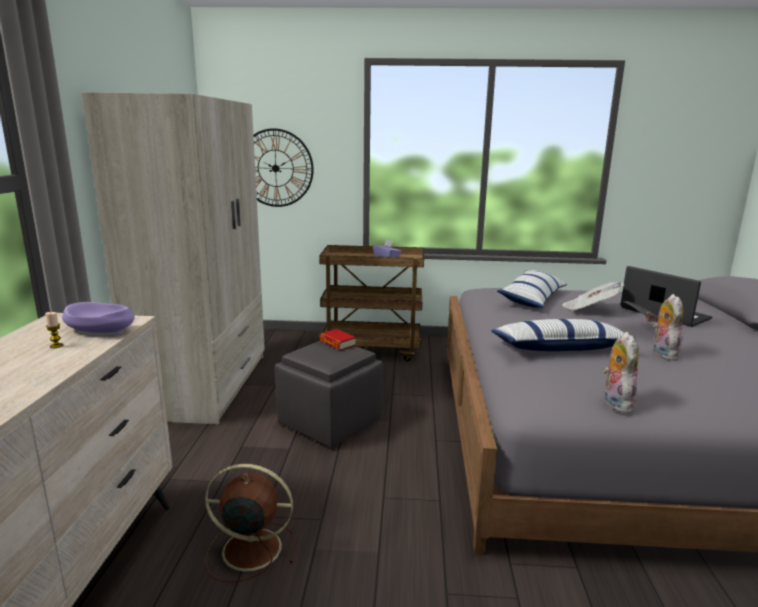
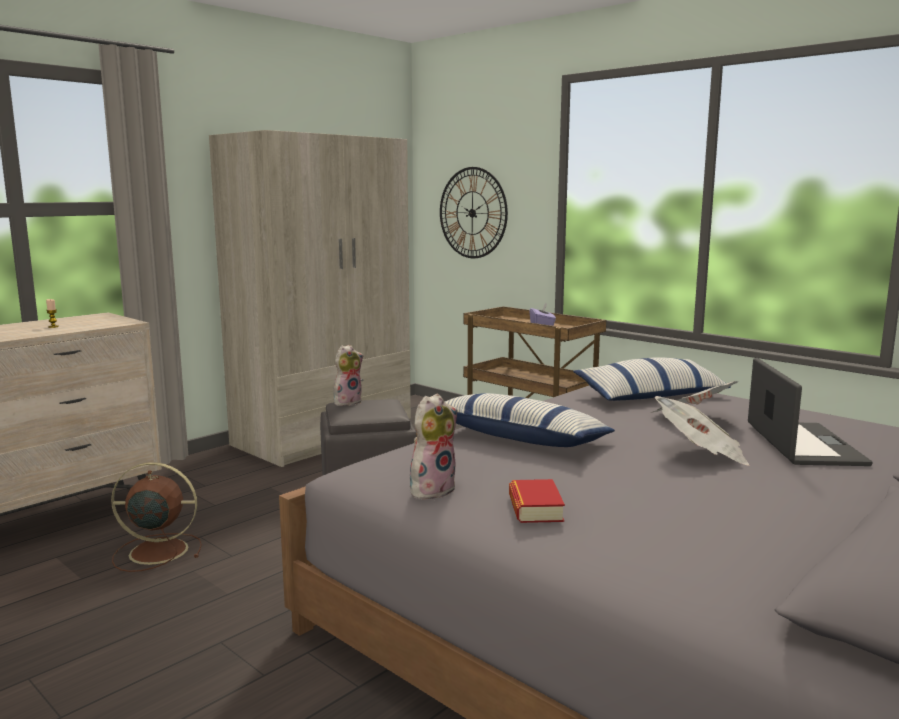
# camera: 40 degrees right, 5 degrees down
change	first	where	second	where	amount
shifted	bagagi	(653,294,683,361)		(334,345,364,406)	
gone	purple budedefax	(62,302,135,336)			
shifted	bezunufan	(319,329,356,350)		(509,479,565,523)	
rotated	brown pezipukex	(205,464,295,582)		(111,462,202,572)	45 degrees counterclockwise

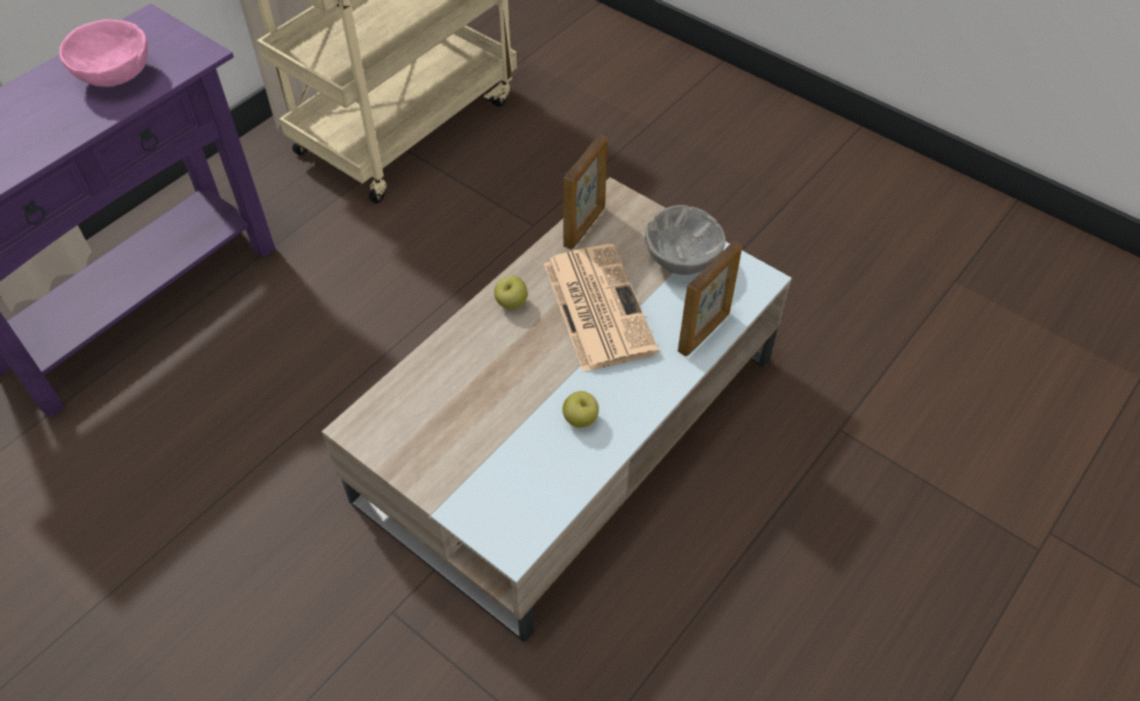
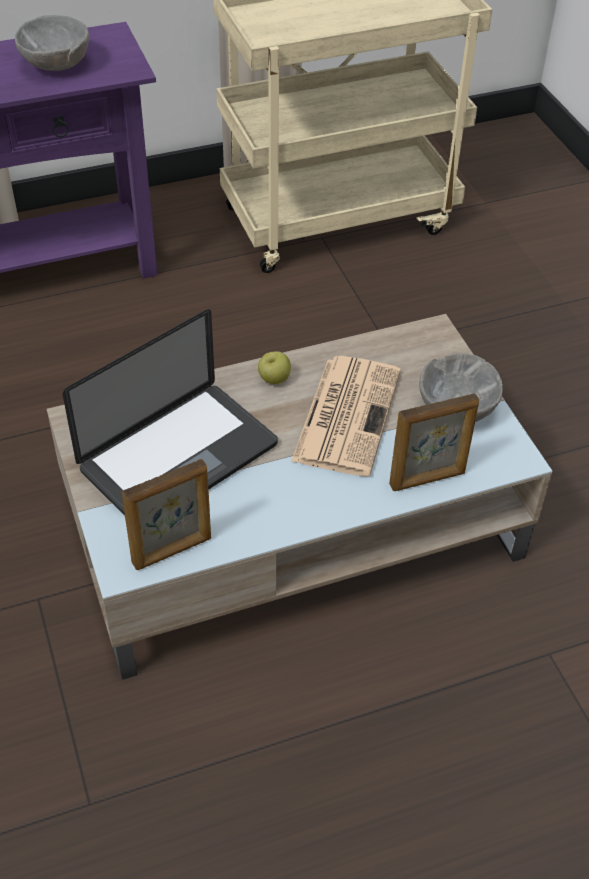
# camera: 30 degrees right, 5 degrees down
change	first	where	second	where	amount
repainted	pink budedefax	(59,19,148,87)	grey budedefax	(15,15,89,71)	
shifted	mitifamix	(563,135,607,250)		(122,459,211,570)	
gone	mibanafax	(562,391,599,428)			
new			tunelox	(62,309,278,516)	

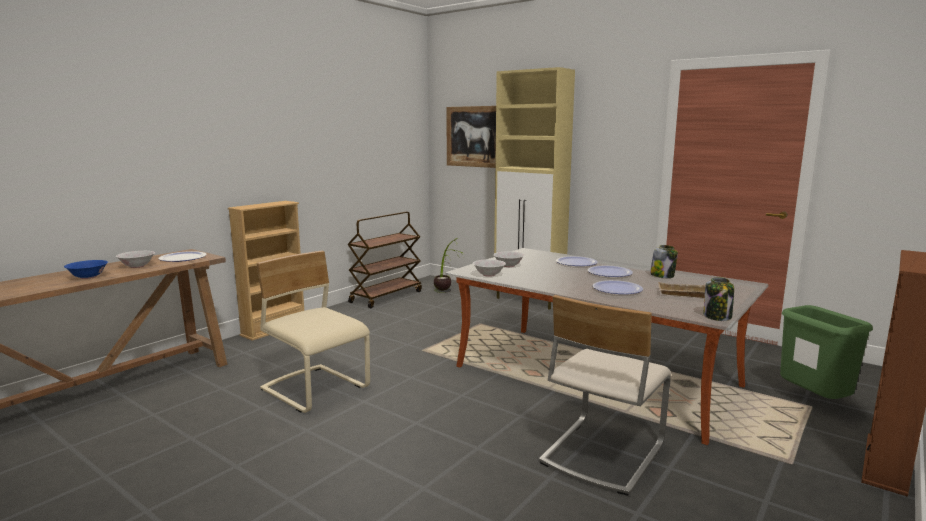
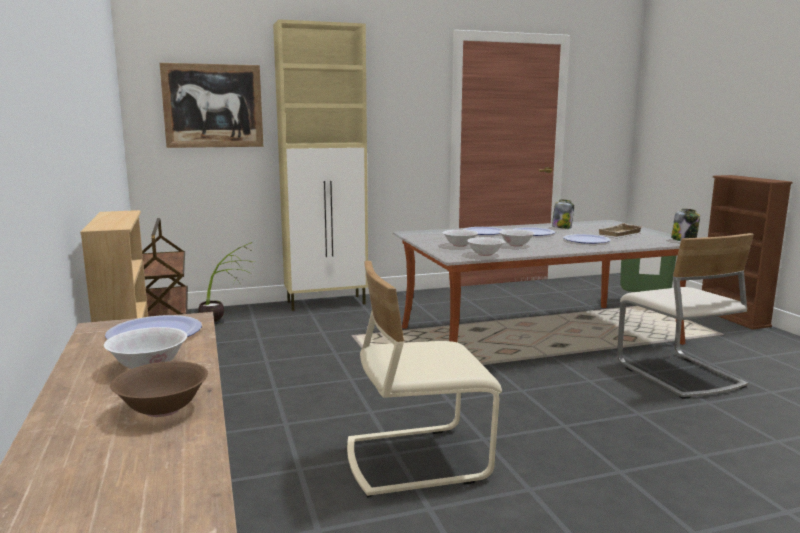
# camera: 55 degrees left, 0 degrees up
change	first	where	second	where	amount
repainted	blue budedefax	(64,260,108,279)	brown budedefax	(110,361,208,417)	
new			white budedefax	(499,229,535,246)	

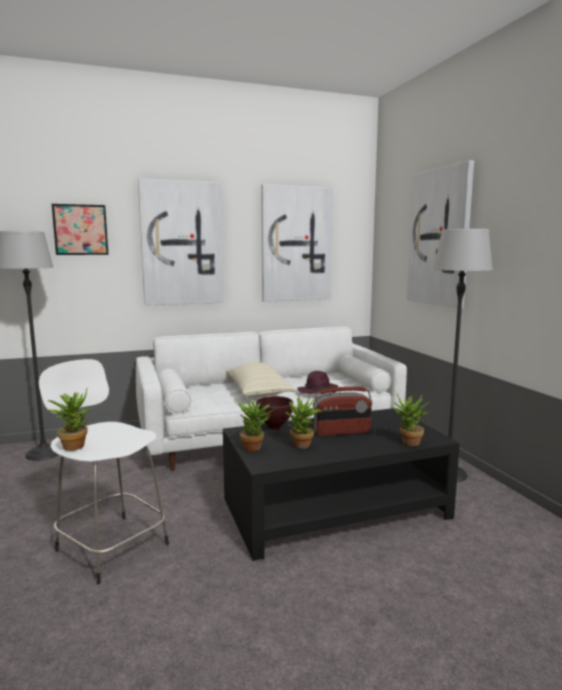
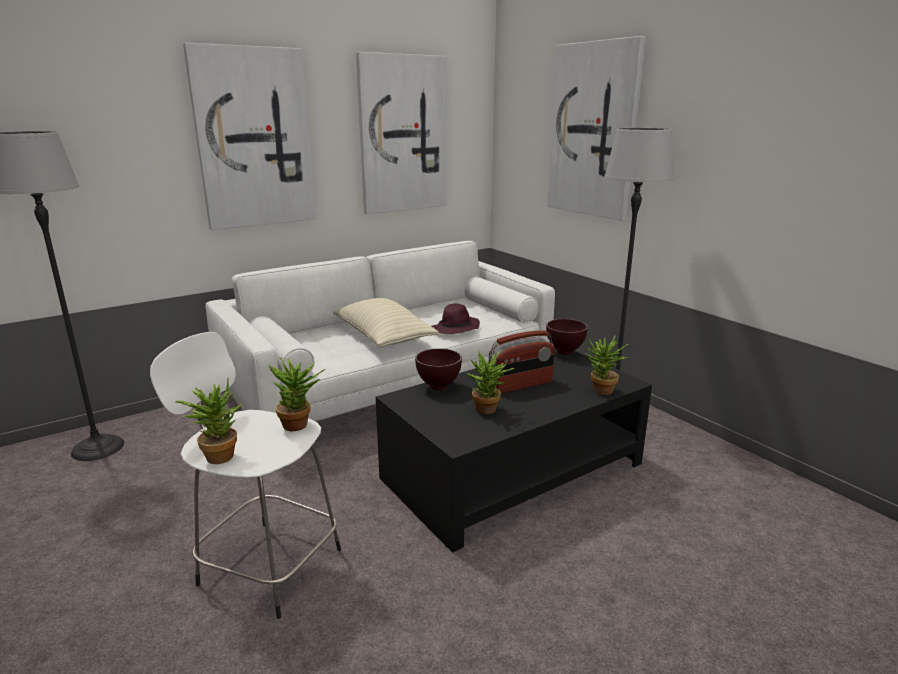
# camera: 15 degrees left, 10 degrees up
change	first	where	second	where	amount
gone	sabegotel	(52,204,109,255)			
shifted	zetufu	(238,398,275,452)		(267,357,326,431)	
new			brown budedefax	(546,319,588,355)	

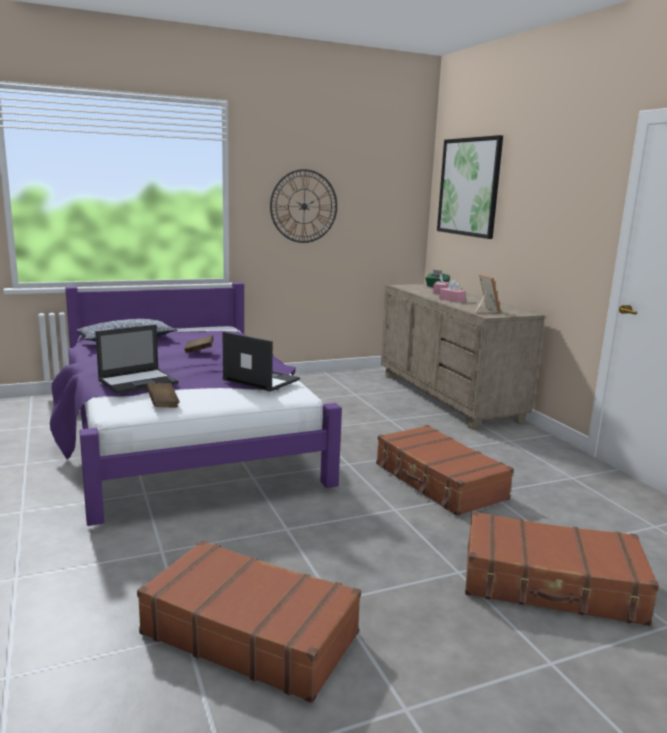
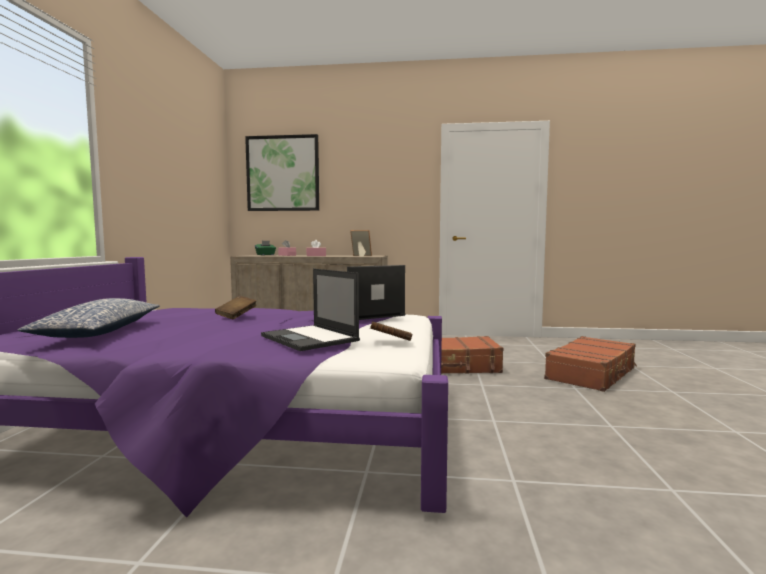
# camera: 60 degrees left, 10 degrees down
change	first	where	second	where	amount
gone	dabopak	(270,169,337,243)			
rotated	tunelox	(95,325,179,394)		(261,269,360,351)	150 degrees clockwise
gone	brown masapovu	(137,540,361,703)			

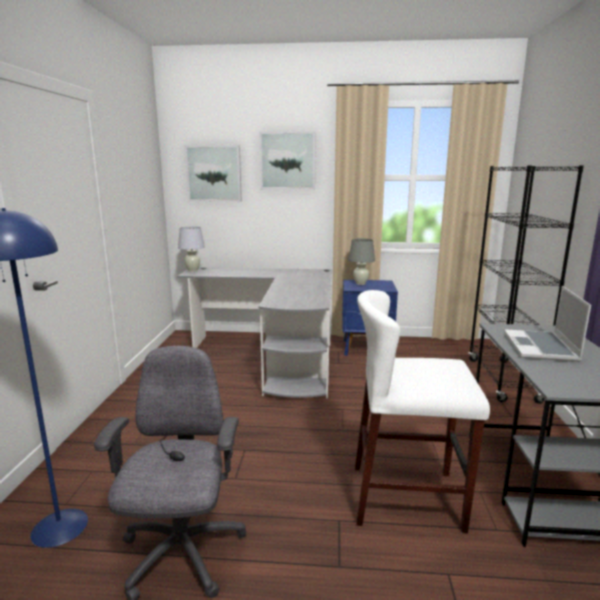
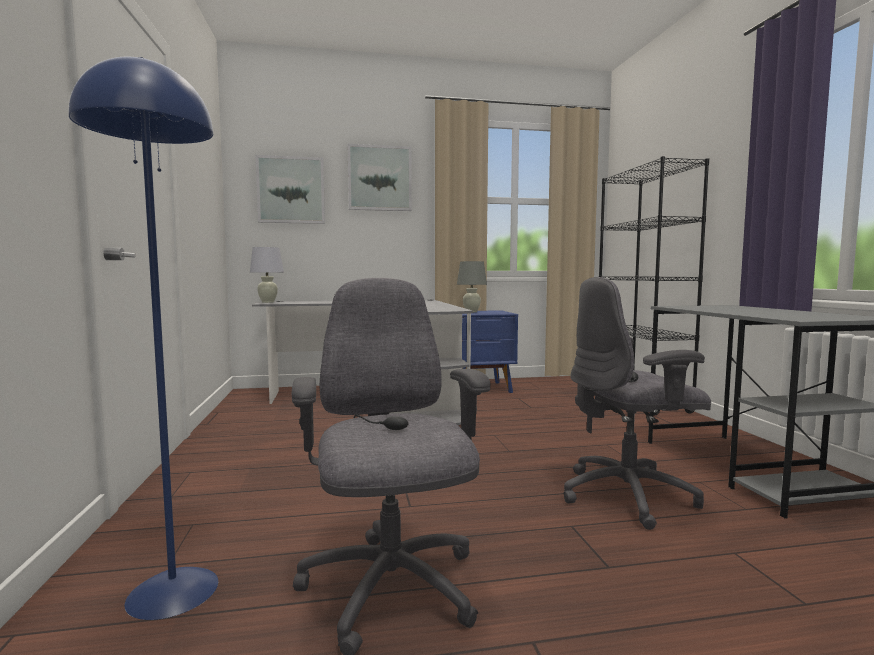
# camera: 15 degrees left, 10 degrees down
change	first	where	second	where	amount
gone	tunelox	(504,286,591,362)			
swapped	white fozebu	(355,290,490,533)	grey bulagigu	(563,277,711,530)	

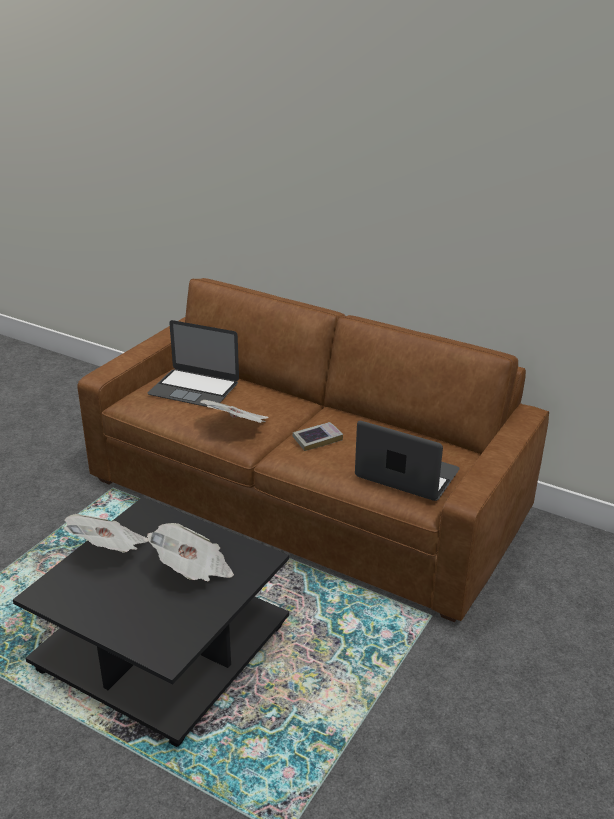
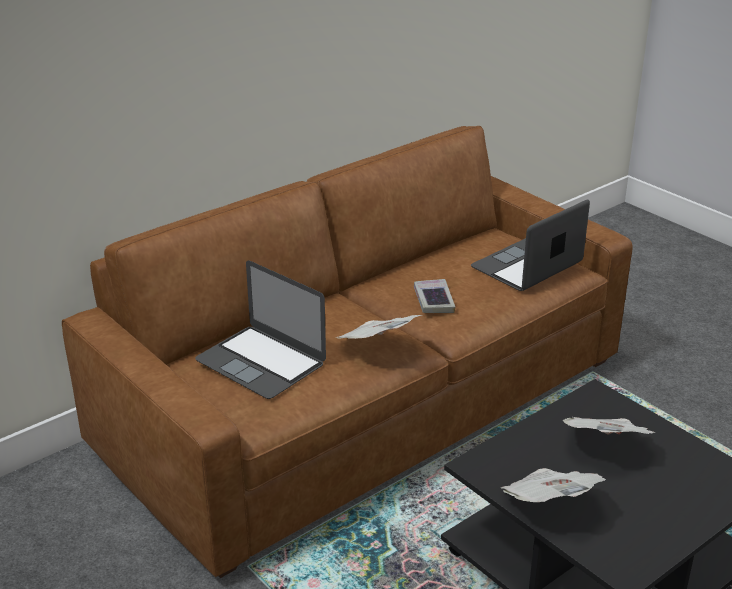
# camera: 70 degrees left, 0 degrees up
change	first	where	second	where	amount
rotated	tunelox	(148,320,239,407)		(195,261,326,399)	90 degrees clockwise

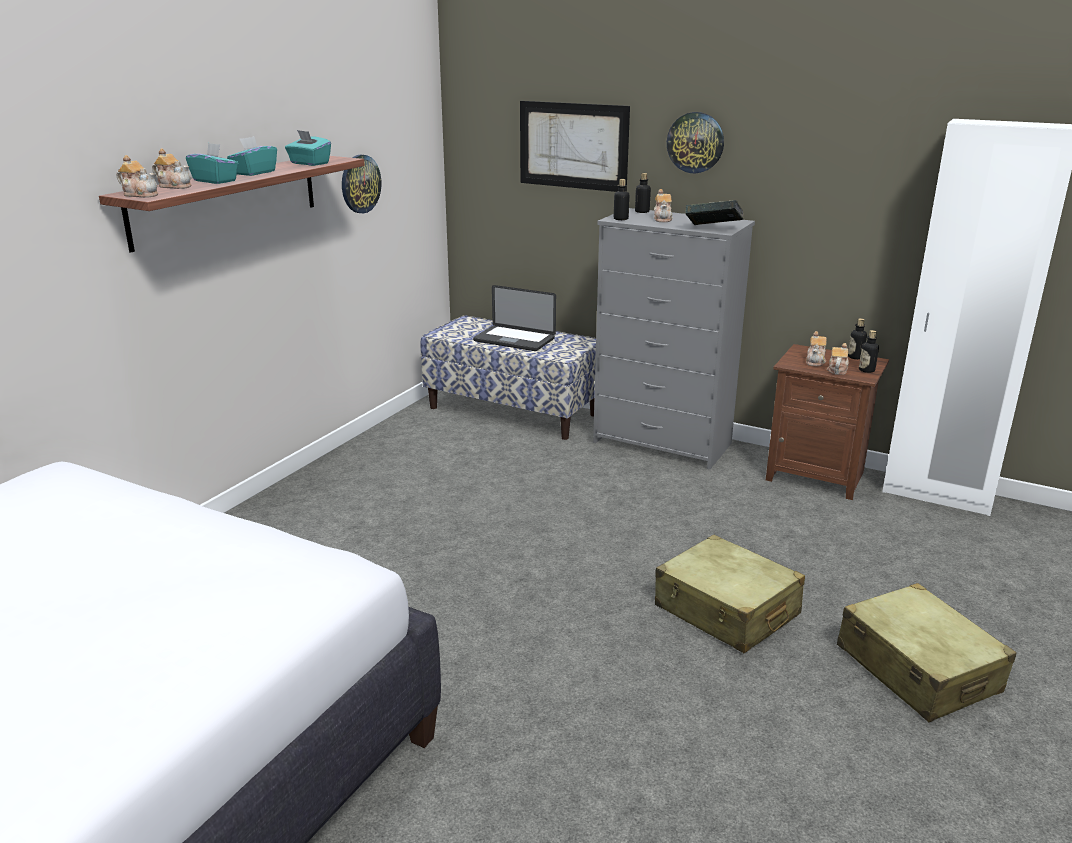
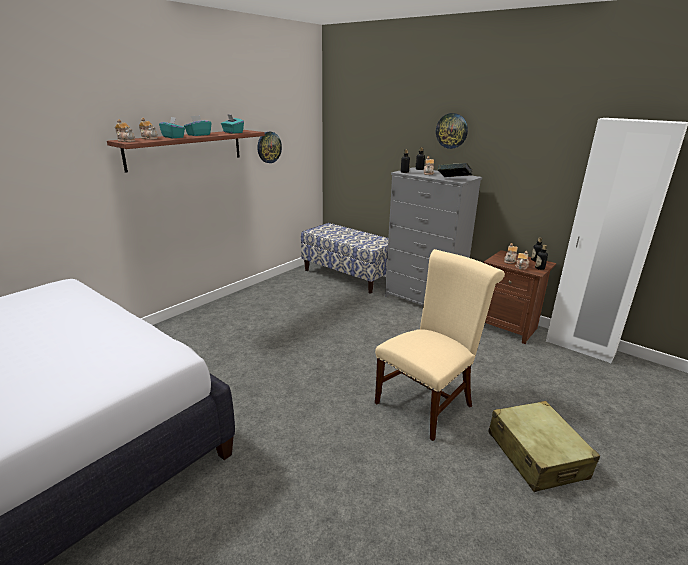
# camera: 10 degrees right, 0 degrees up
change	first	where	second	where	amount
gone	sabegotel	(520,101,630,192)			
gone	tunelox	(473,285,556,351)			
swapped	beige masapovu	(655,534,805,653)	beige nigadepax	(375,249,505,441)	

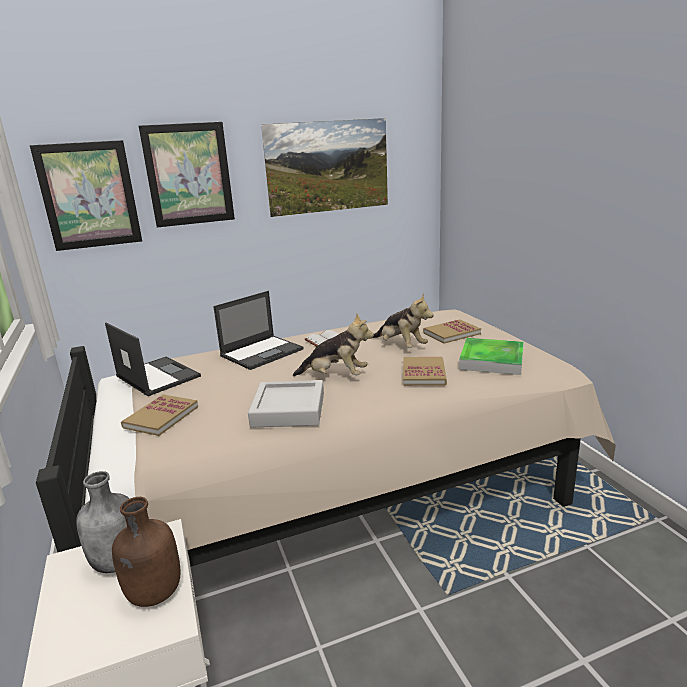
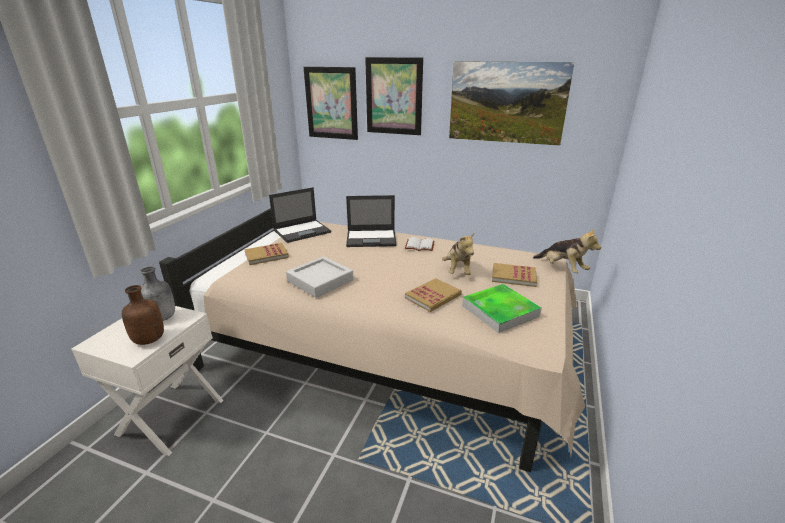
# camera: 40 degrees right, 5 degrees up
change	first	where	second	where	amount
shifted	bagagi	(293,314,374,376)		(533,228,601,273)	
rotated	tunelox	(105,323,201,396)		(269,187,331,243)	60 degrees clockwise

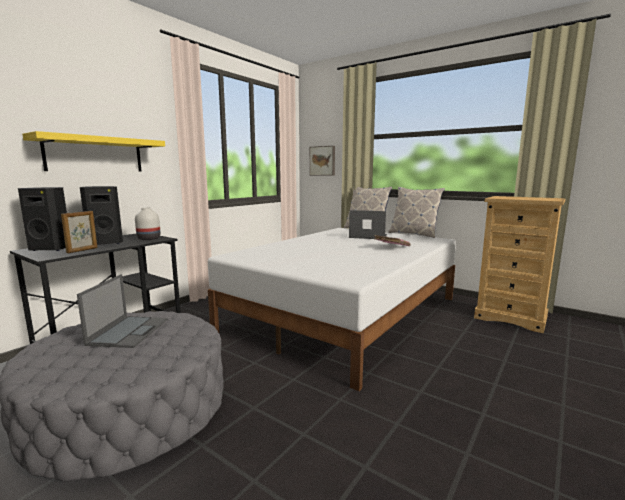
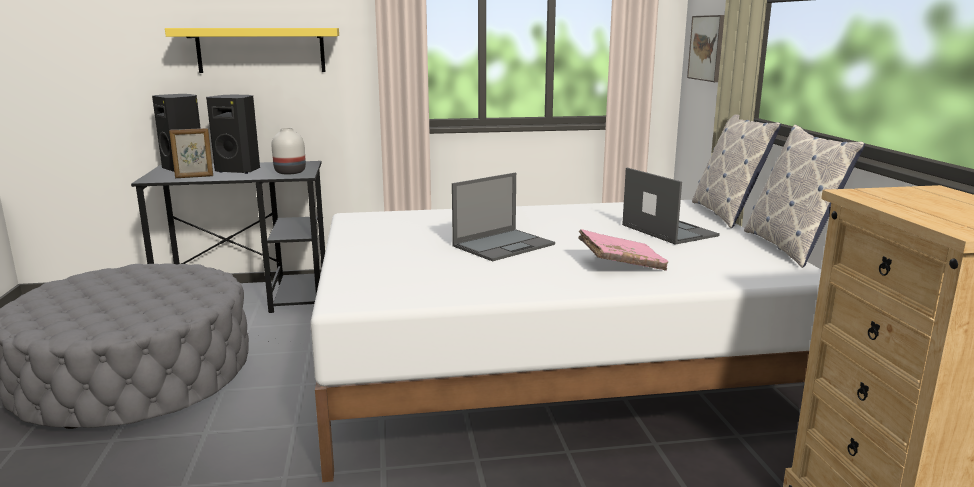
# camera: 45 degrees right, 5 degrees up
change	first	where	second	where	amount
shifted	tunelox	(77,274,168,348)		(452,173,555,261)	

